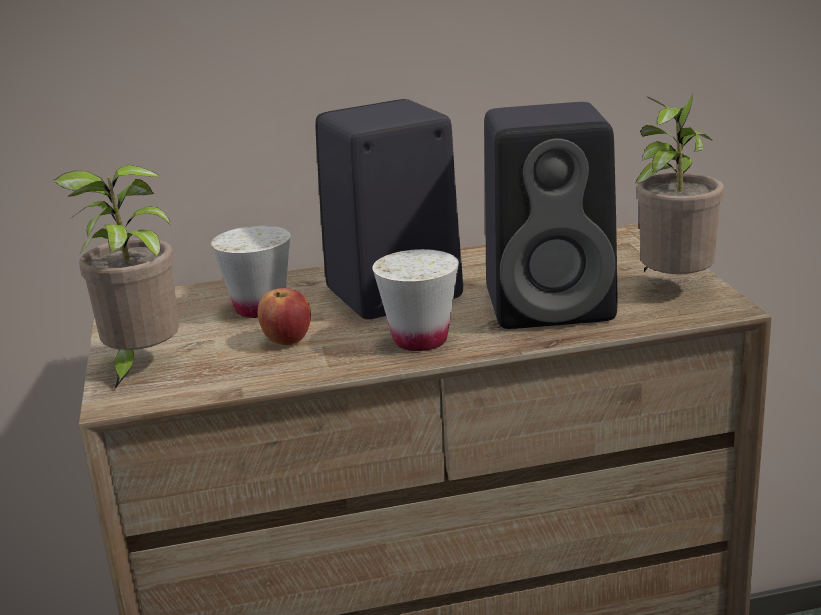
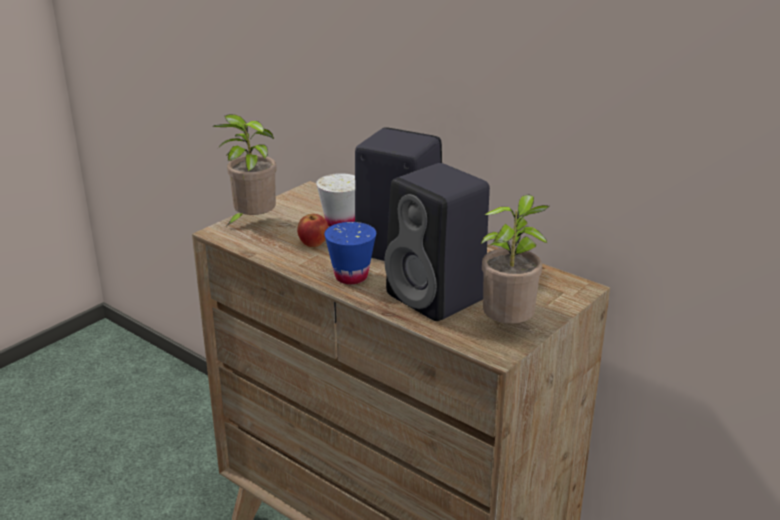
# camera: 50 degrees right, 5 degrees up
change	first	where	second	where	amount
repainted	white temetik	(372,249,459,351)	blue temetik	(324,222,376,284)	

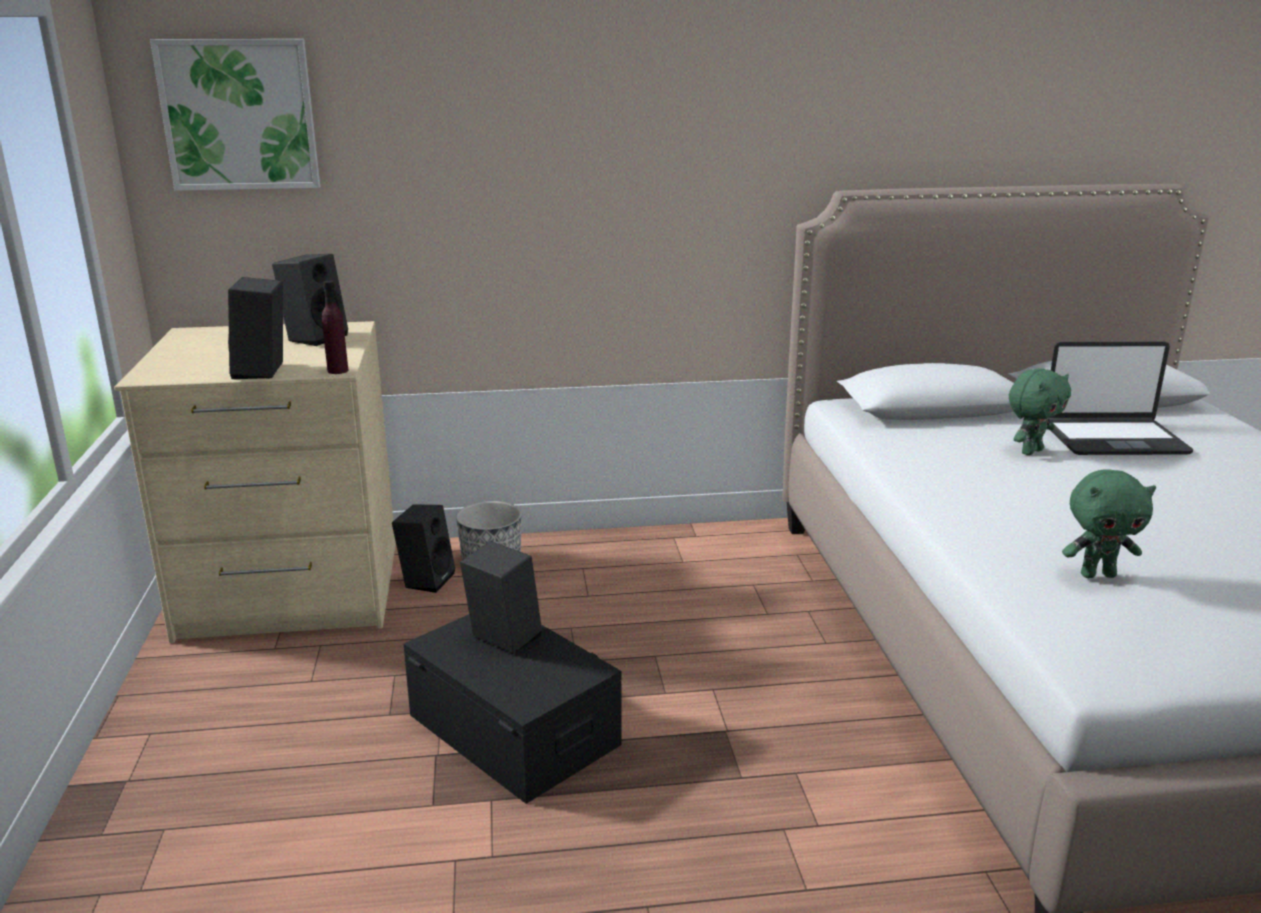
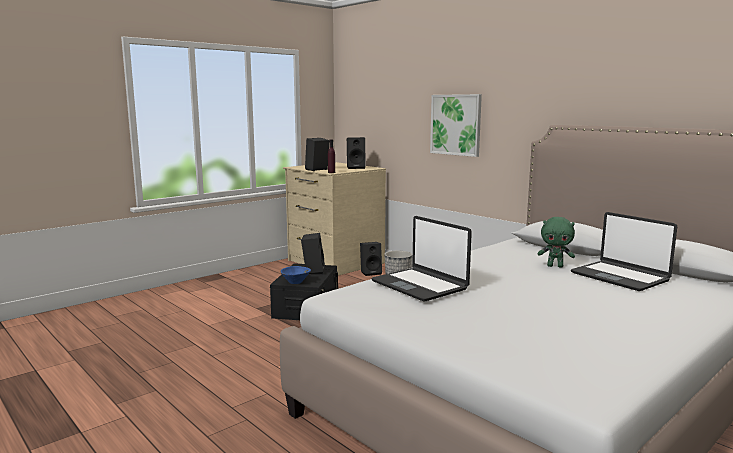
# camera: 55 degrees right, 10 degrees down
change	first	where	second	where	amount
shifted	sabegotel	(150,39,320,191)		(430,94,482,157)	
swapped	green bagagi	(1062,469,1156,578)	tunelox	(371,216,472,302)	
new			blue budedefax	(281,266,311,284)	

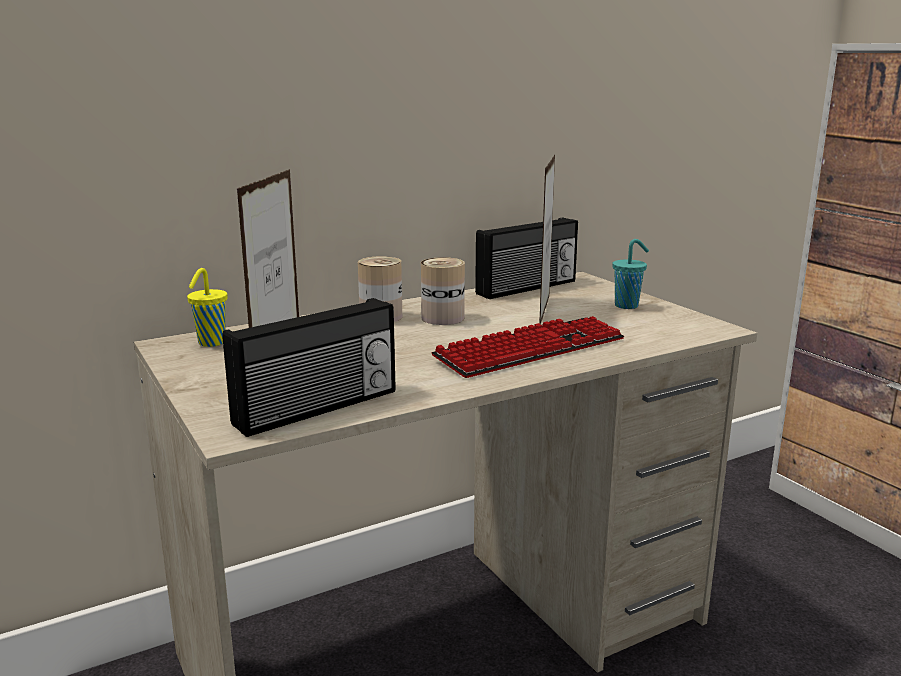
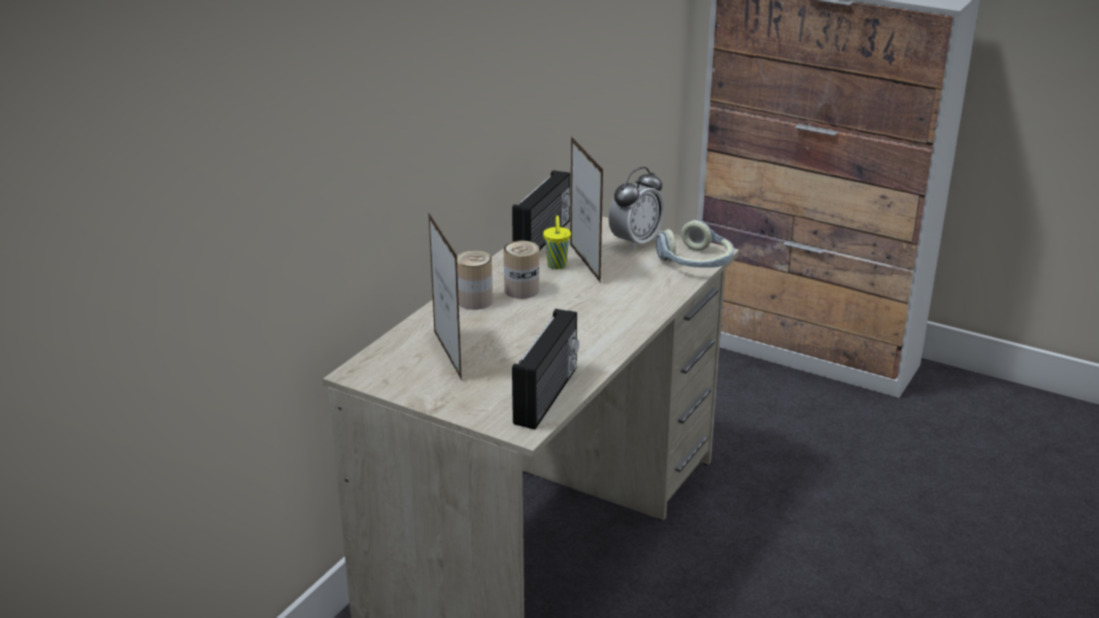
# camera: 30 degrees left, 10 degrees up
change	first	where	second	where	amount
swapped	turquoise temetik	(612,239,649,309)	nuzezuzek	(608,167,664,251)	
shifted	yellow temetik	(187,268,228,347)		(543,215,571,269)	
gone	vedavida	(432,316,624,378)			
new			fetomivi	(656,220,734,268)	

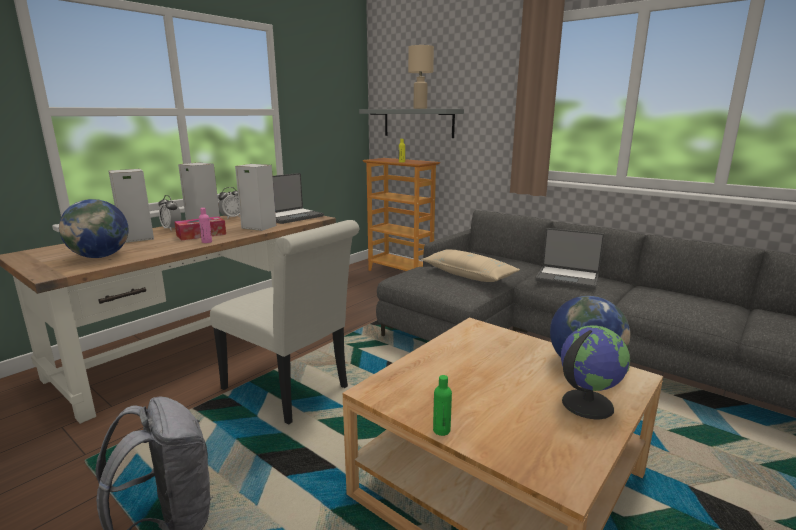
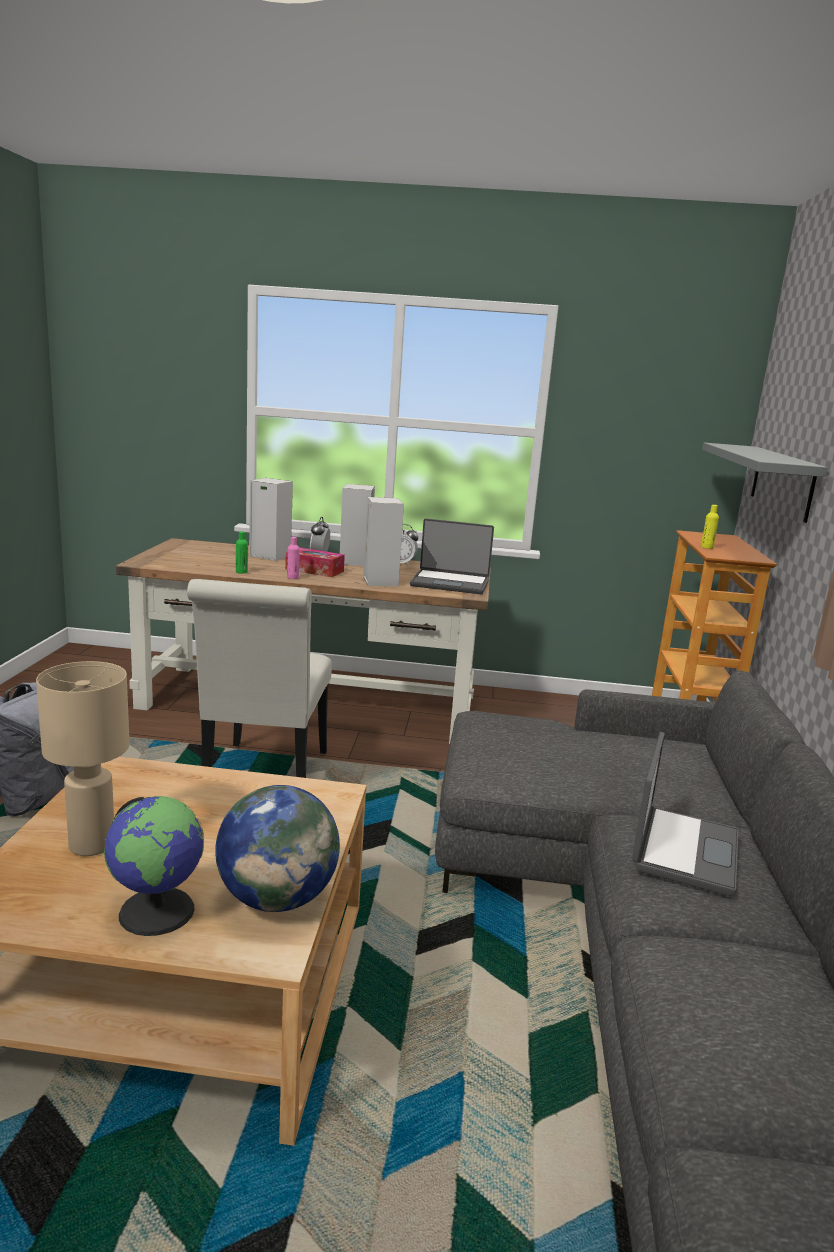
# camera: 55 degrees right, 0 degrees up
change	first	where	second	where	amount
shifted	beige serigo	(408,45,434,109)		(36,661,129,856)	
gone	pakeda	(59,199,129,258)			
rotated	tunelox	(535,228,604,289)		(632,732,738,896)	150 degrees counterclockwise
gone	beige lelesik	(421,249,520,282)			
shifted	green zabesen	(433,375,452,436)		(236,531,248,574)	

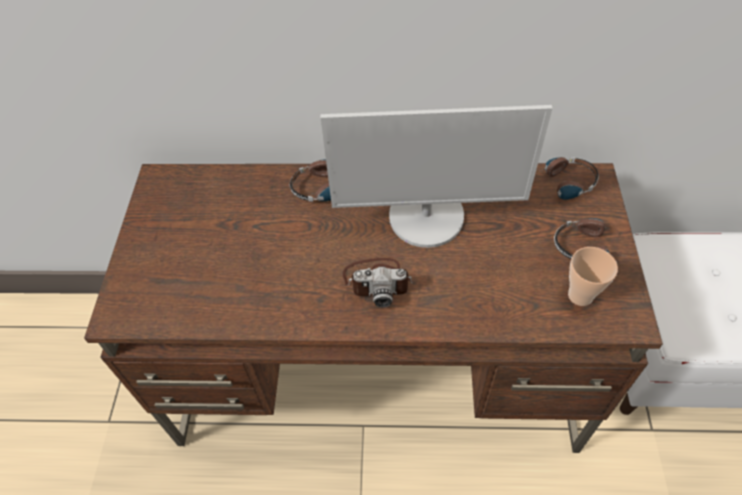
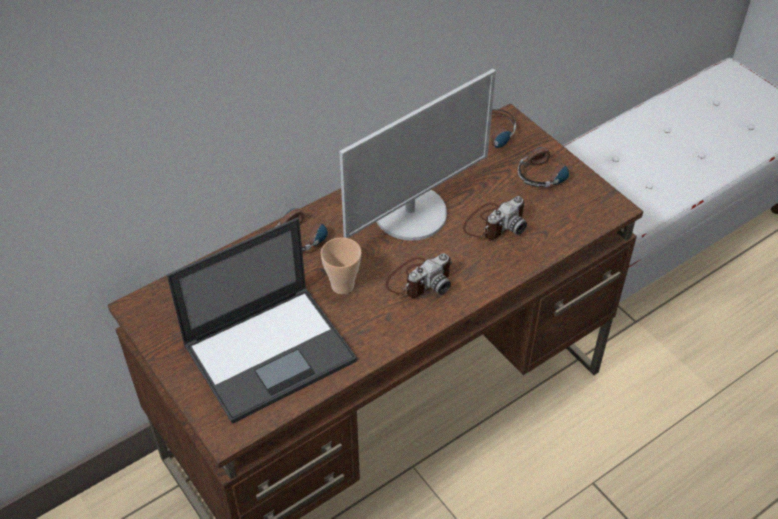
# camera: 40 degrees left, 5 degrees down
change	first	where	second	where	amount
shifted	temetik	(568,247,618,306)		(321,237,361,294)	
new			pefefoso	(463,196,527,240)	
new			tunelox	(167,217,357,423)	

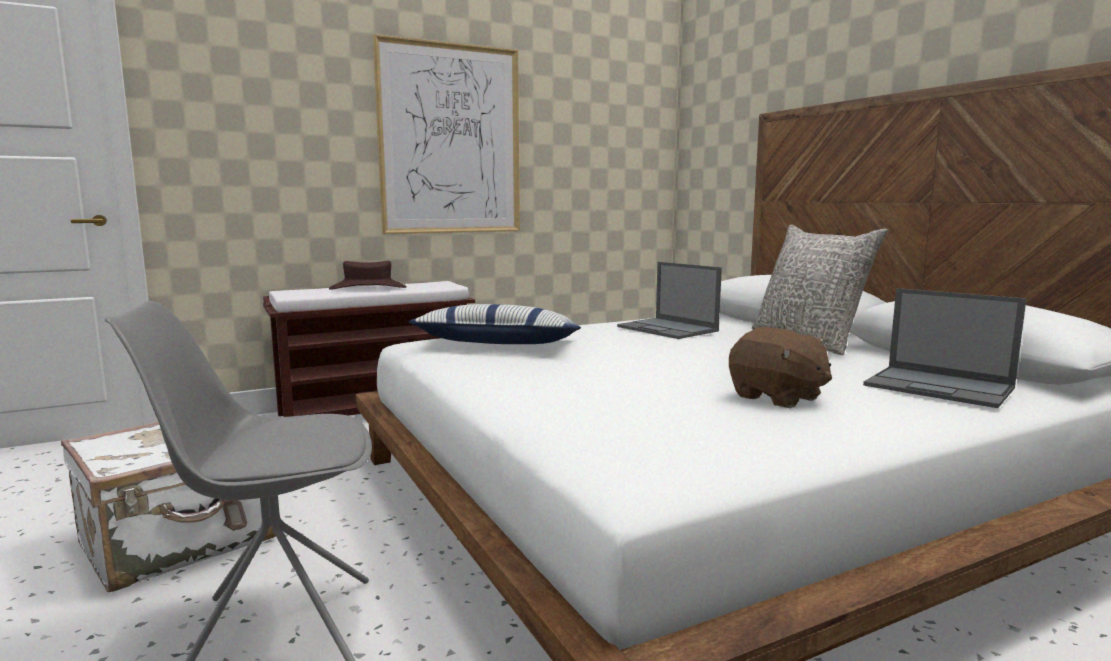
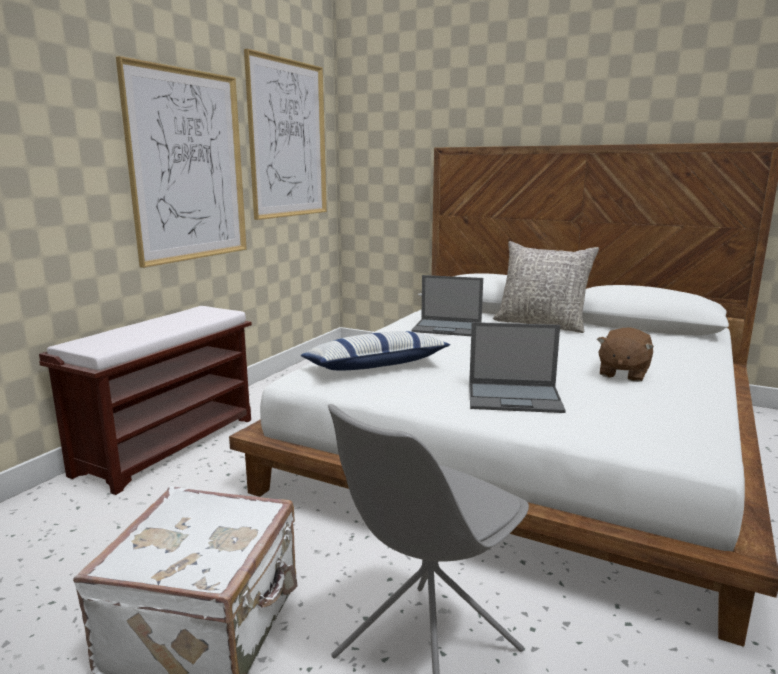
# camera: 35 degrees left, 5 degrees up
change	first	where	second	where	amount
gone	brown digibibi	(329,261,407,290)			
shifted	tunelox	(863,288,1026,408)		(469,322,566,413)	
rotated	brown bagagi	(729,327,832,408)		(597,327,654,382)	105 degrees clockwise
new			sabegotel	(244,49,327,220)	

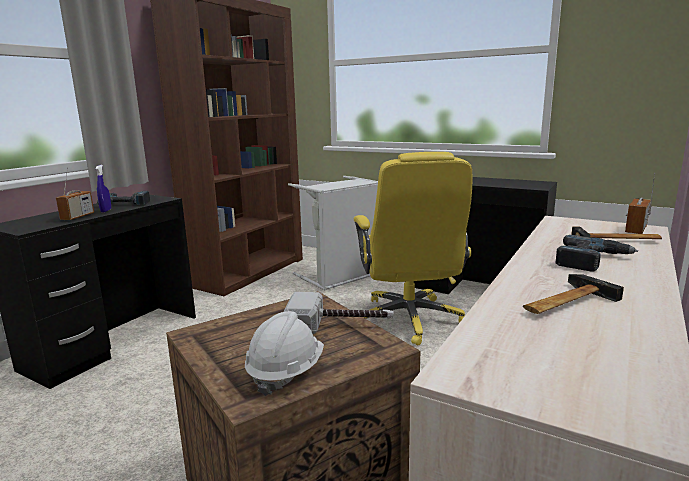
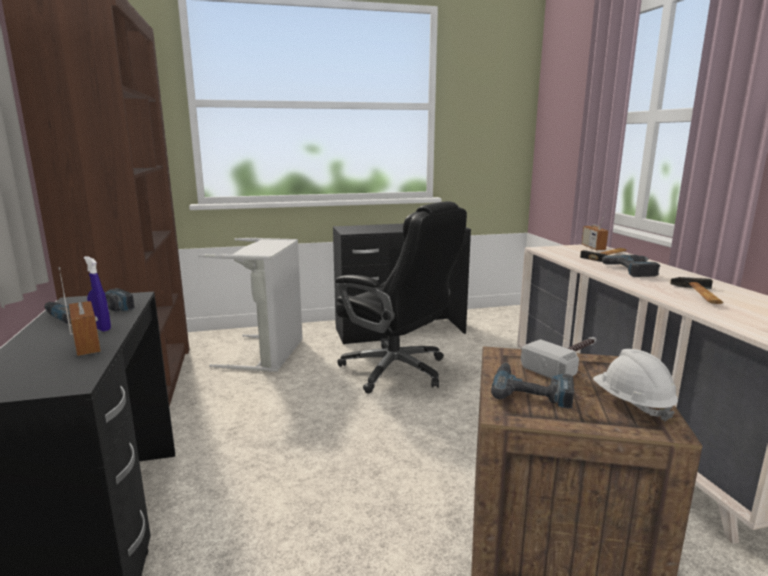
# camera: 45 degrees left, 0 degrees up
change	first	where	second	where	amount
repainted	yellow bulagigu	(354,152,472,346)	black bulagigu	(335,201,467,393)	
new			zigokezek	(491,363,574,409)	

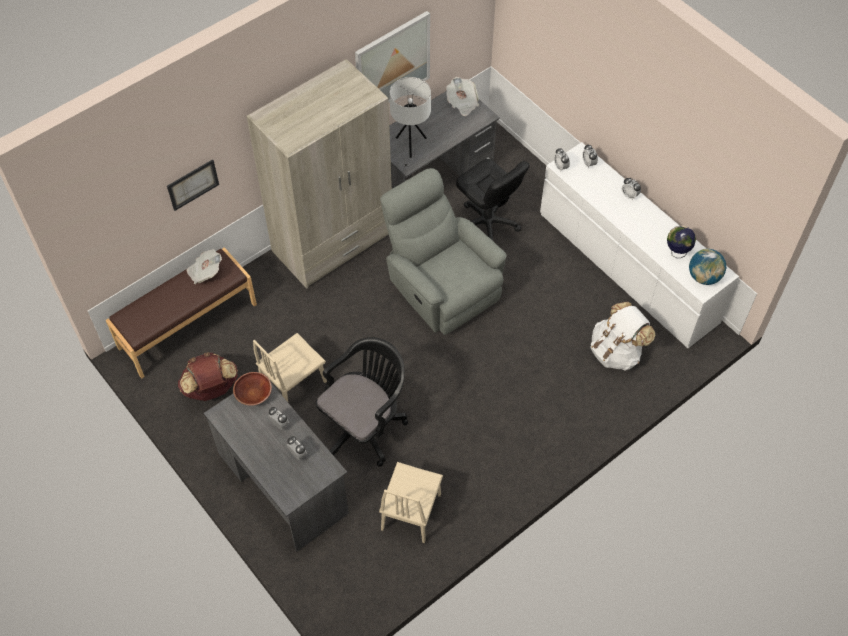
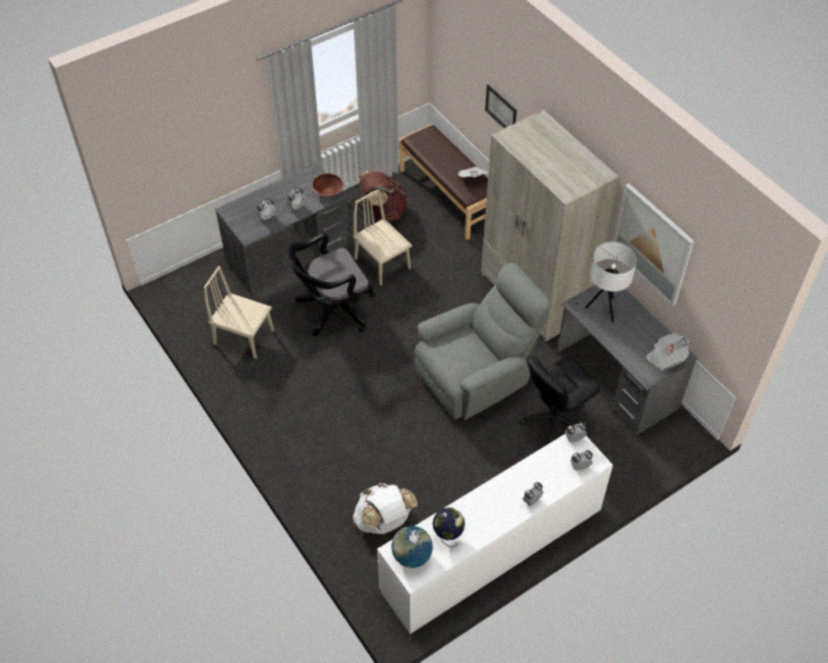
# camera: 95 degrees right, 5 degrees down
change	first	where	second	where	amount
rotated	black bulagigu	(316,337,408,467)		(287,233,375,336)	105 degrees clockwise

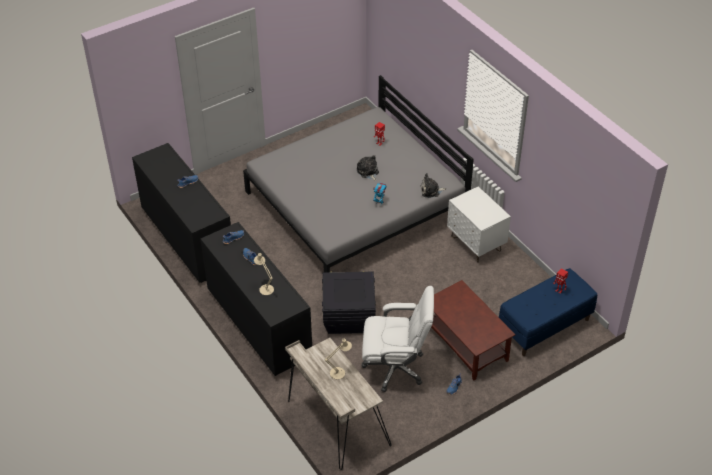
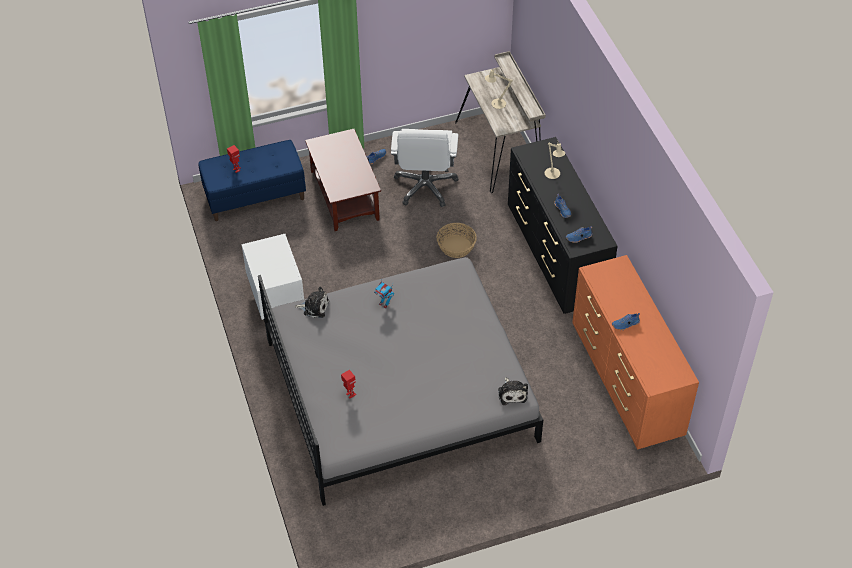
# camera: 165 degrees left, 5 degrees up
change	first	where	second	where	amount
repainted	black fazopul	(132,143,231,283)	orange fazopul	(572,255,699,449)	
shifted	bagagi	(357,155,379,181)		(498,377,528,405)	
swapped	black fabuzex	(322,271,376,334)	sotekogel	(437,223,477,258)	
rotated	white bulagigu	(362,286,434,392)		(391,129,459,207)	105 degrees counterclockwise

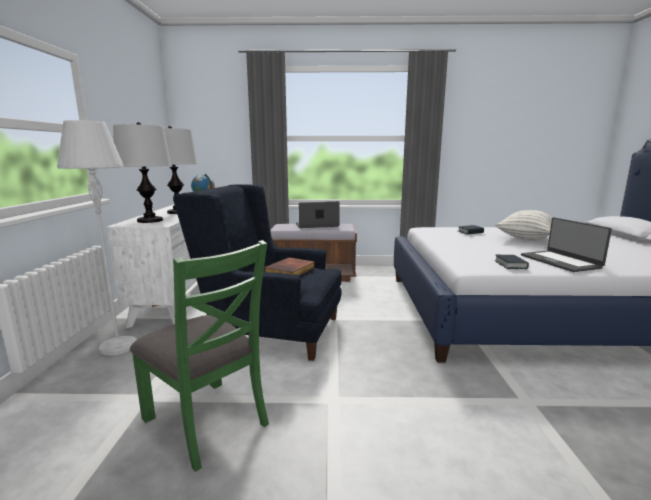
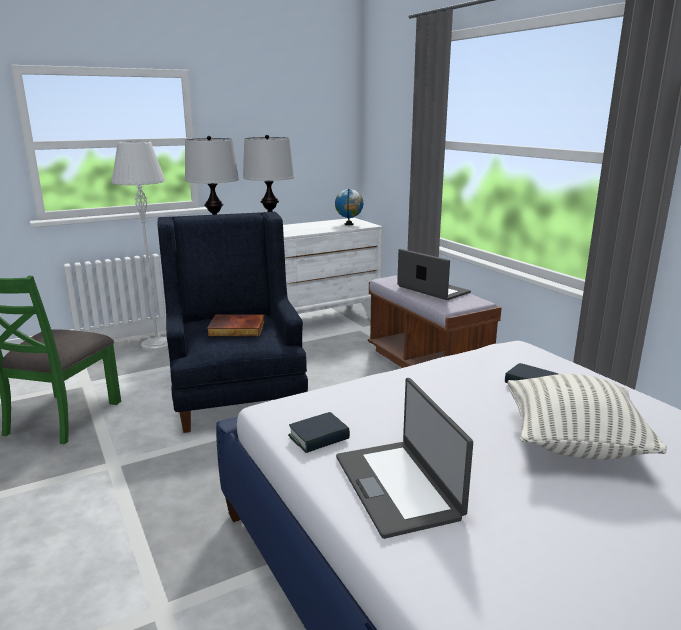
# camera: 60 degrees right, 5 degrees up
change	first	where	second	where	amount
rotated	tunelox	(521,217,612,272)		(336,378,473,539)	60 degrees counterclockwise

